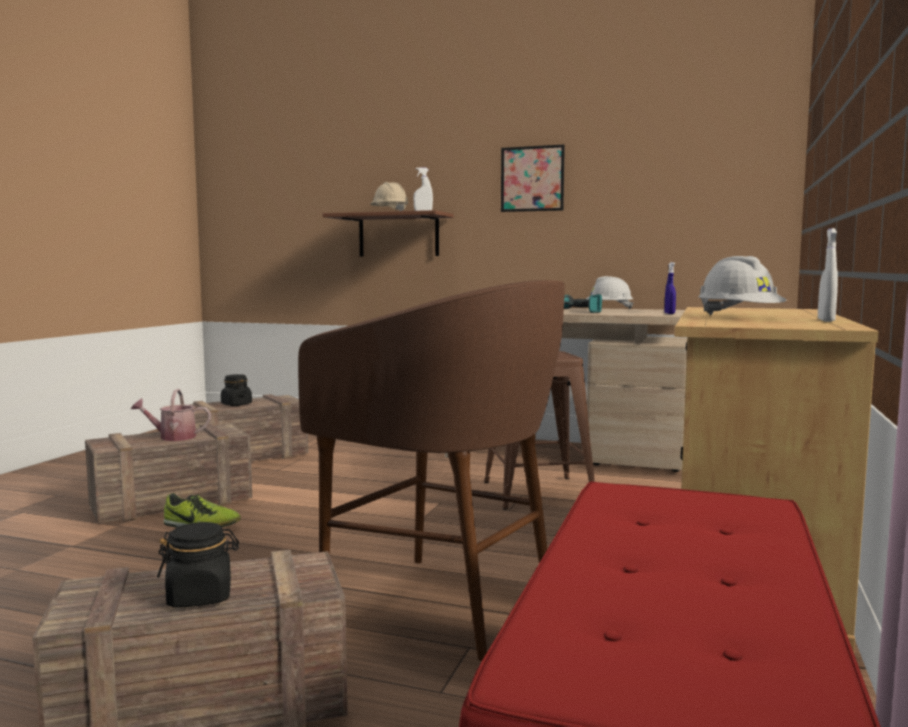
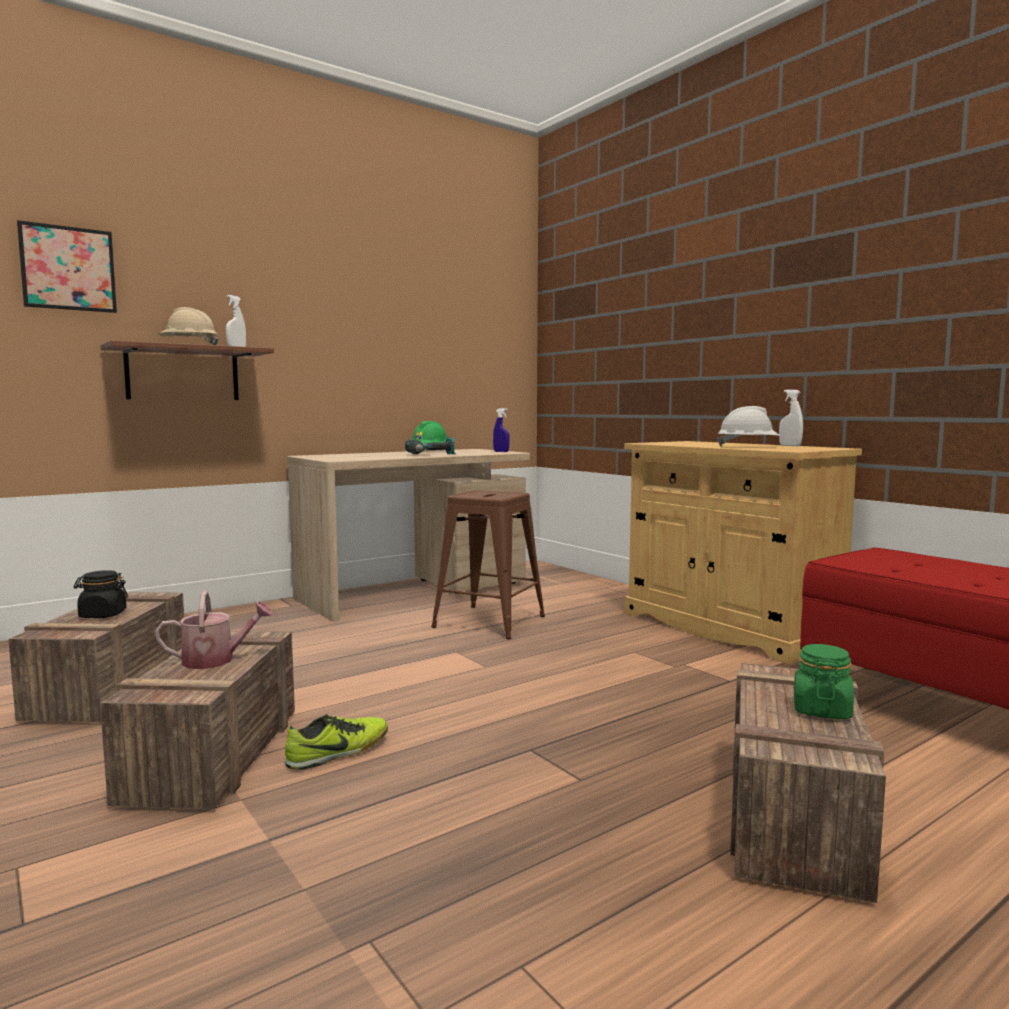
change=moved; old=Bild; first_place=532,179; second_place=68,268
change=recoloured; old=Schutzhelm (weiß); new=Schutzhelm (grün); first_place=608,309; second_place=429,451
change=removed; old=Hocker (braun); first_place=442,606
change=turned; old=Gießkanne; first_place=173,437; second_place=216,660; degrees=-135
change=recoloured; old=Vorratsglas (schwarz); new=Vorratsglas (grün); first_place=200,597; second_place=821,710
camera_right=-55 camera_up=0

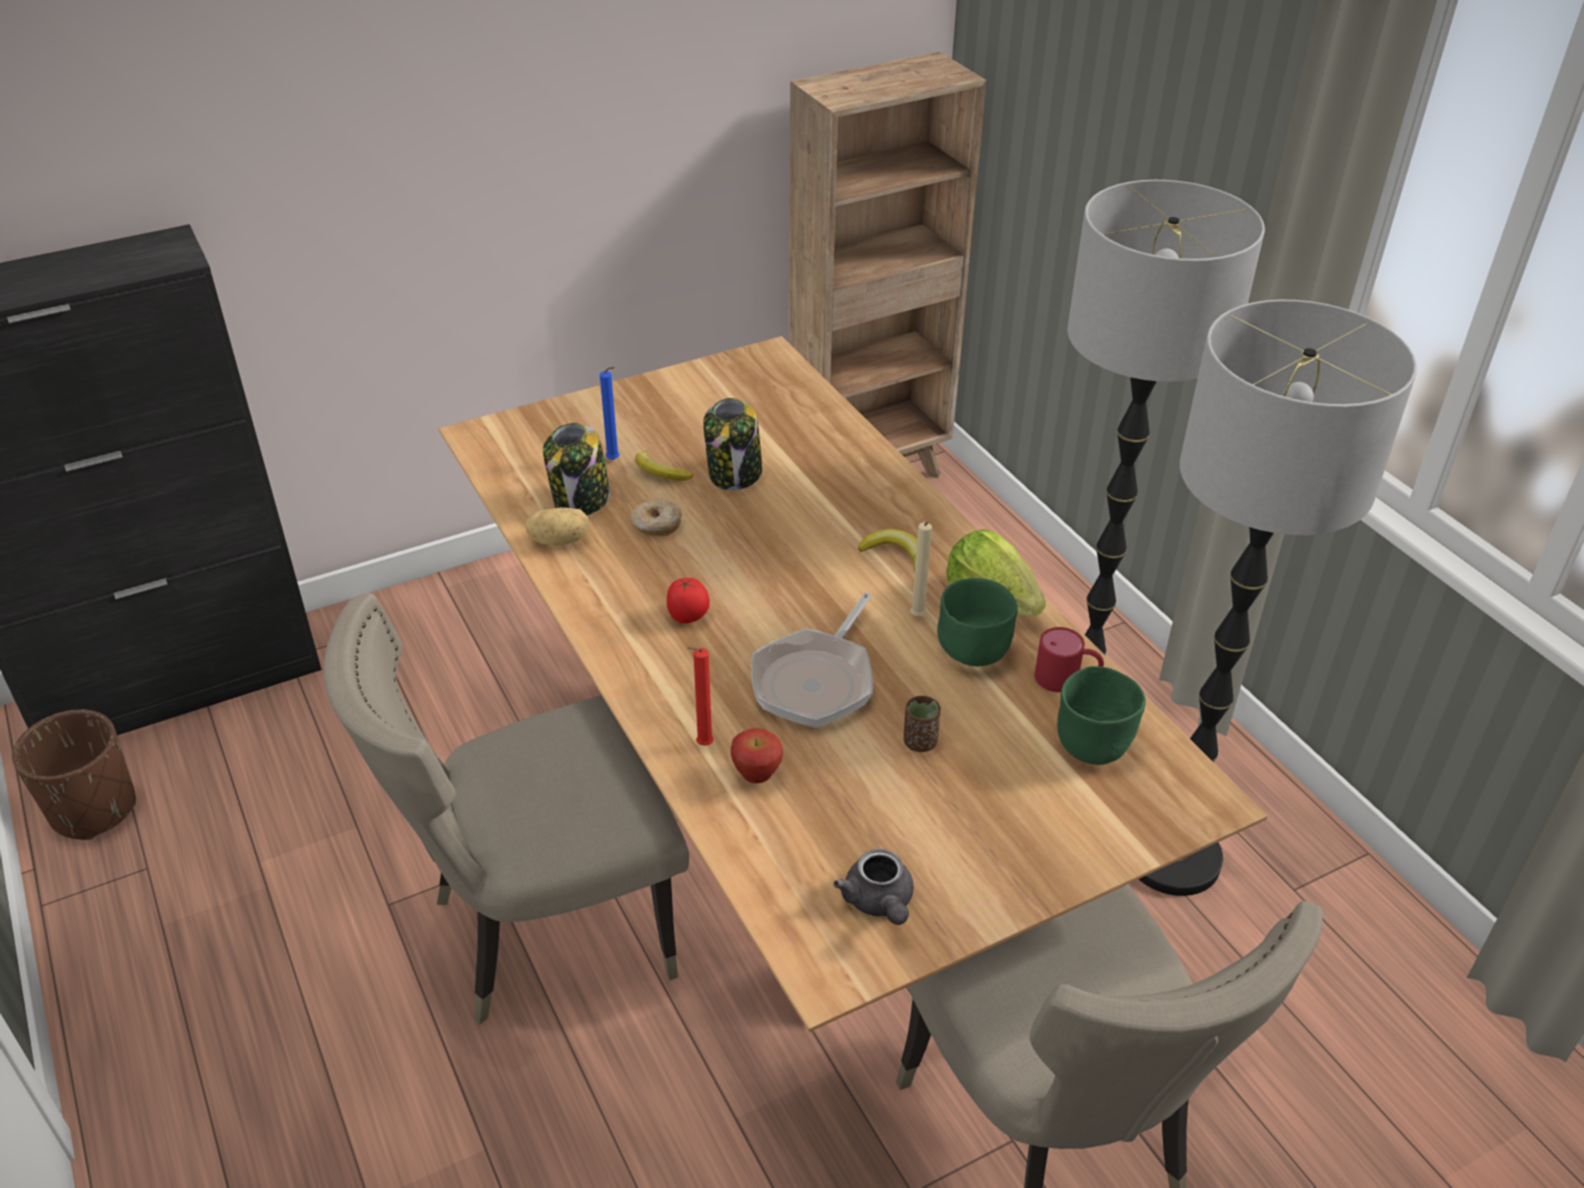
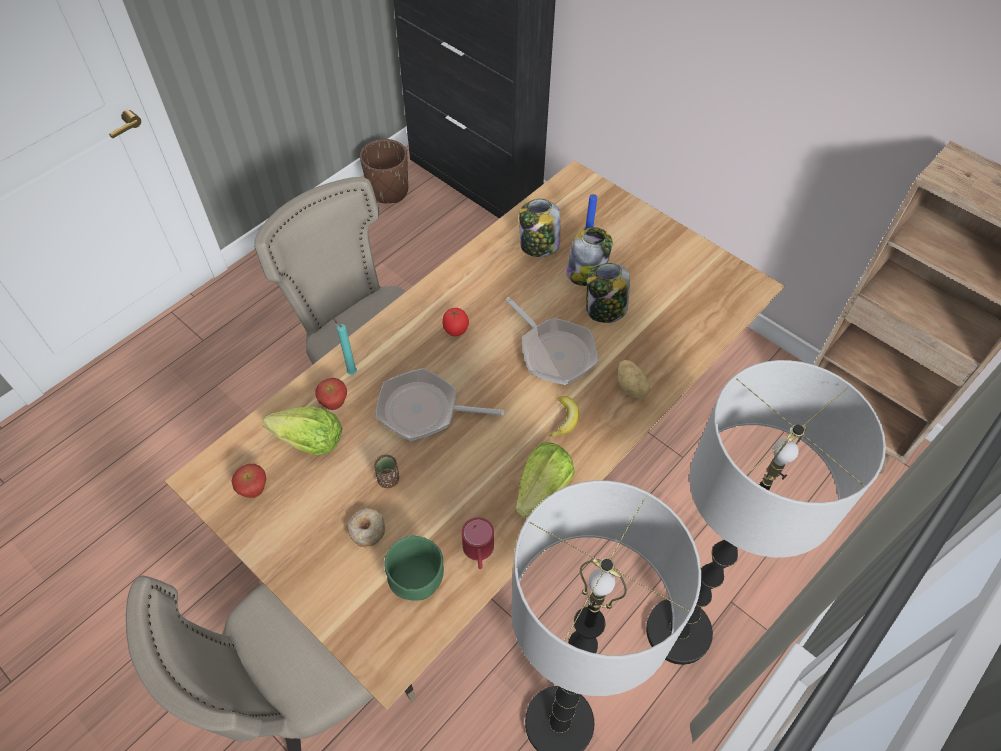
change=replaced; old=Banane; new=Vorratsglas; first_place=660,473; second_place=586,272
change=moved; old=Donut; first_place=656,525; second_place=367,530
change=moved; old=Kartoffel; first_place=559,540; second_place=632,386
change=removed; old=Kerze (beige); first_place=917,618
change=removed; old=Schüssel (grün); first_place=973,654
change=recoloured; old=Kerze (rot); new=Kerze (türkis); first_place=702,745; second_place=351,371
change=replaced; old=Teekanne (grau); new=Apfel; first_place=879,903; second_place=254,490
change=added; new=Pfanne; second_place=554,352
change=added; new=Salatkopf; second_place=309,441
camera_right=70 camera_up=15

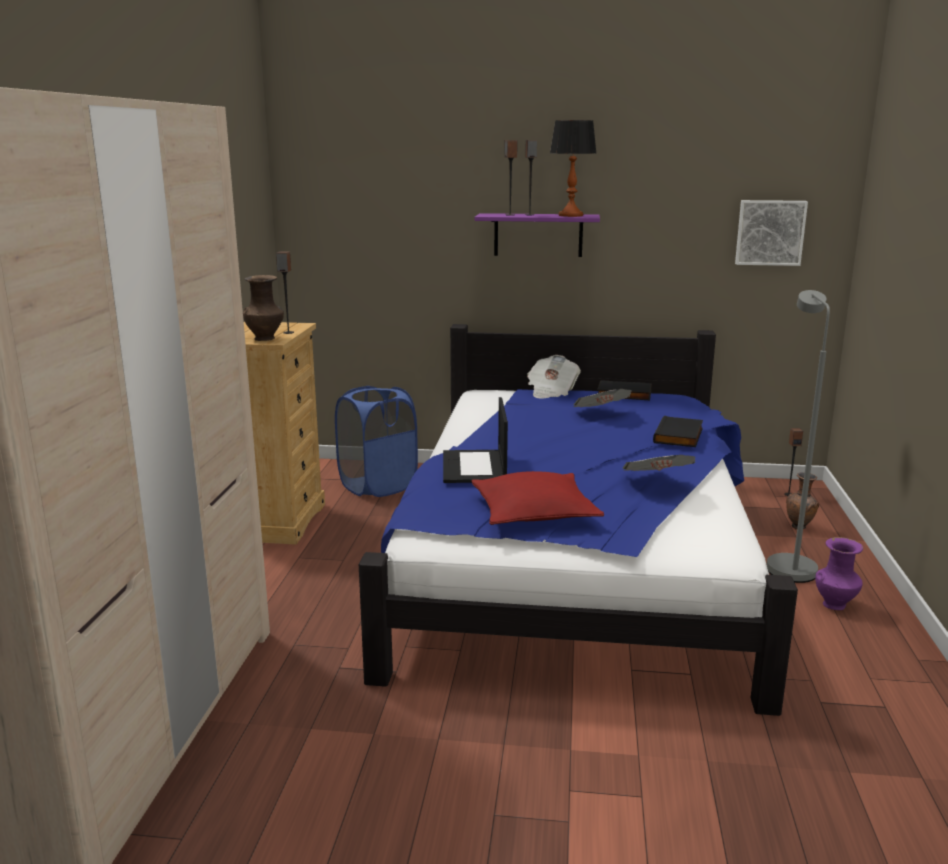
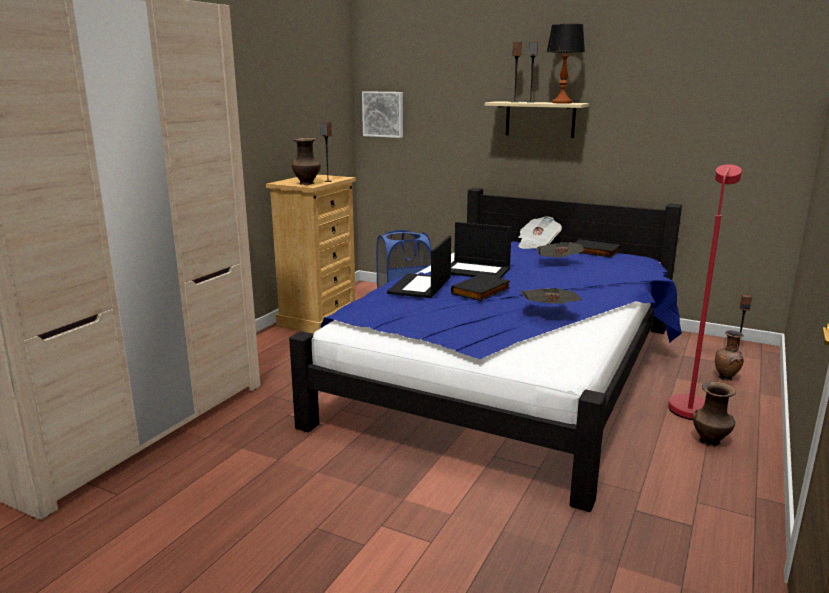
change=moved; old=Bild; first_place=770,232; second_place=383,114
change=recoloured; old=Wandregal (lila); new=Wandregal (beige); first_place=538,235; second_place=540,119
change=recoloured; old=Stehlampe (grau); new=Stehlampe (rot); first_place=788,564; second_place=691,405
change=moved; old=Buch (schwarz); first_place=680,436; second_place=481,291
change=removed; old=Kissen (rot); first_place=534,513
change=recoloured; old=Vase (lila); new=Vase (braun); first_place=835,605; second_place=710,441
change=added; new=Laptop; second_place=476,270
camera_right=20 camera_up=0

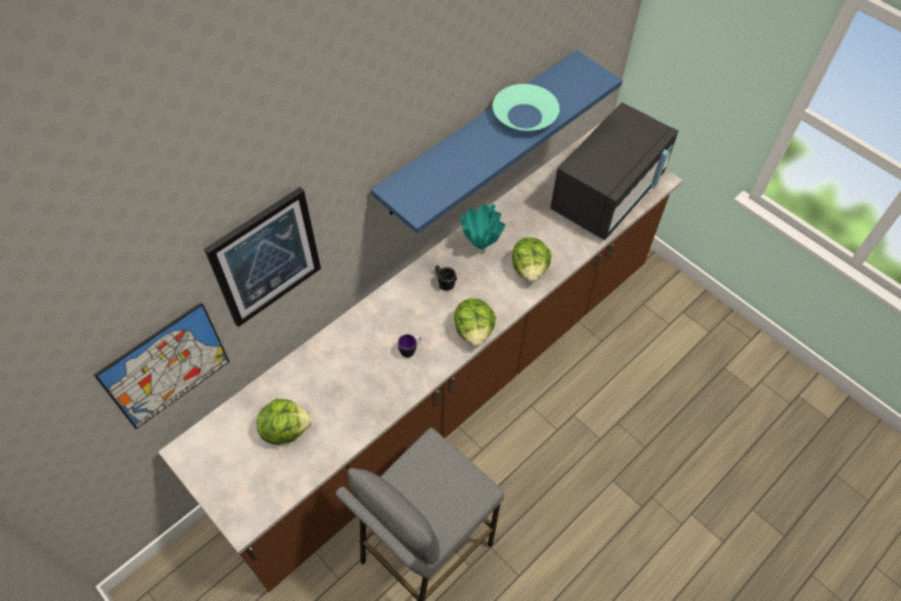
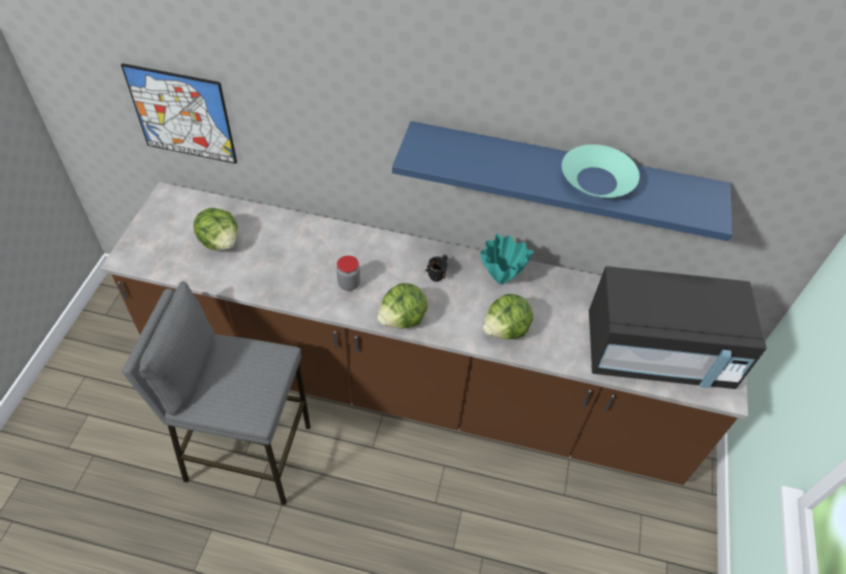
change=removed; old=Bild; first_place=266,257
change=replaced; old=Henkelbecher; new=Vorratsglas; first_place=410,350; second_place=349,284
camera_right=55 camera_up=-5

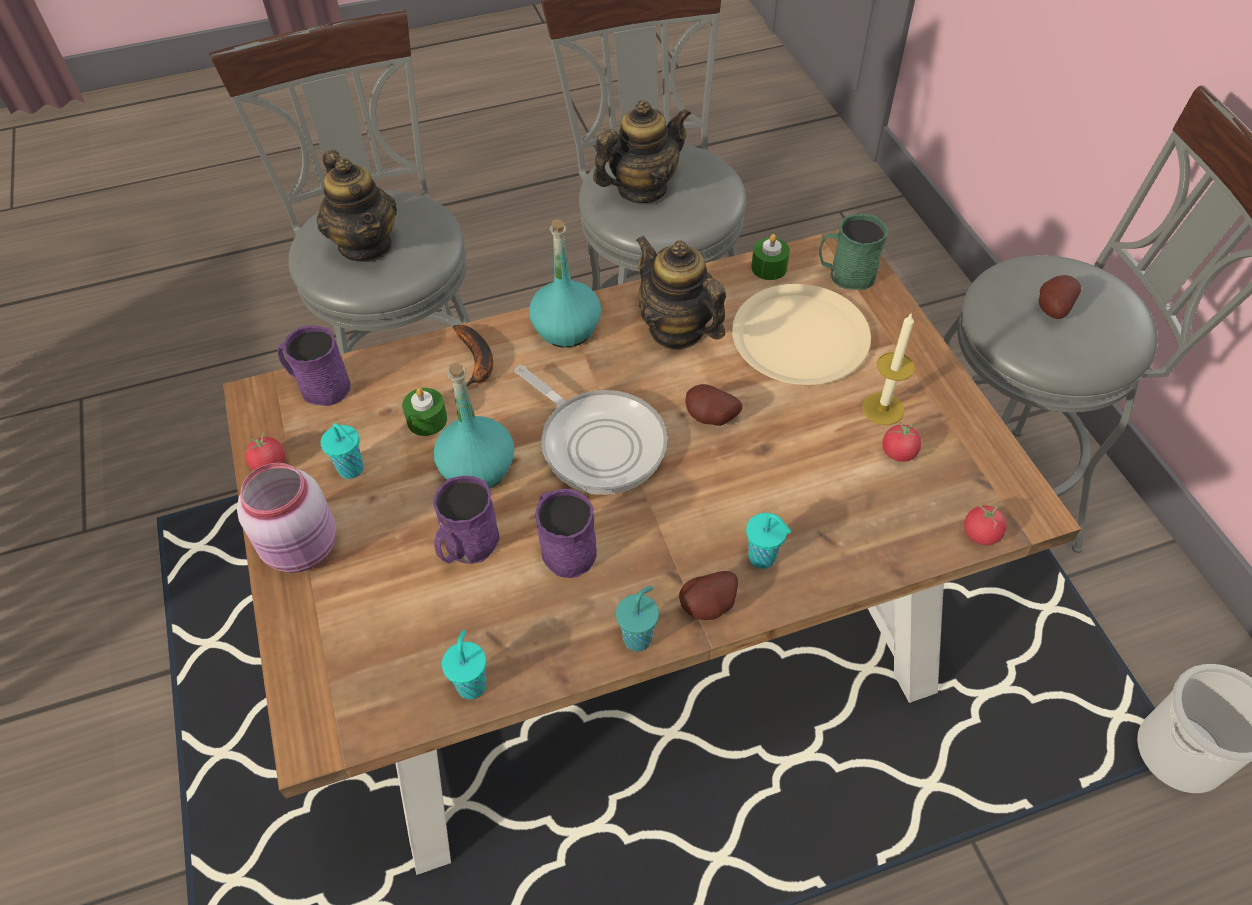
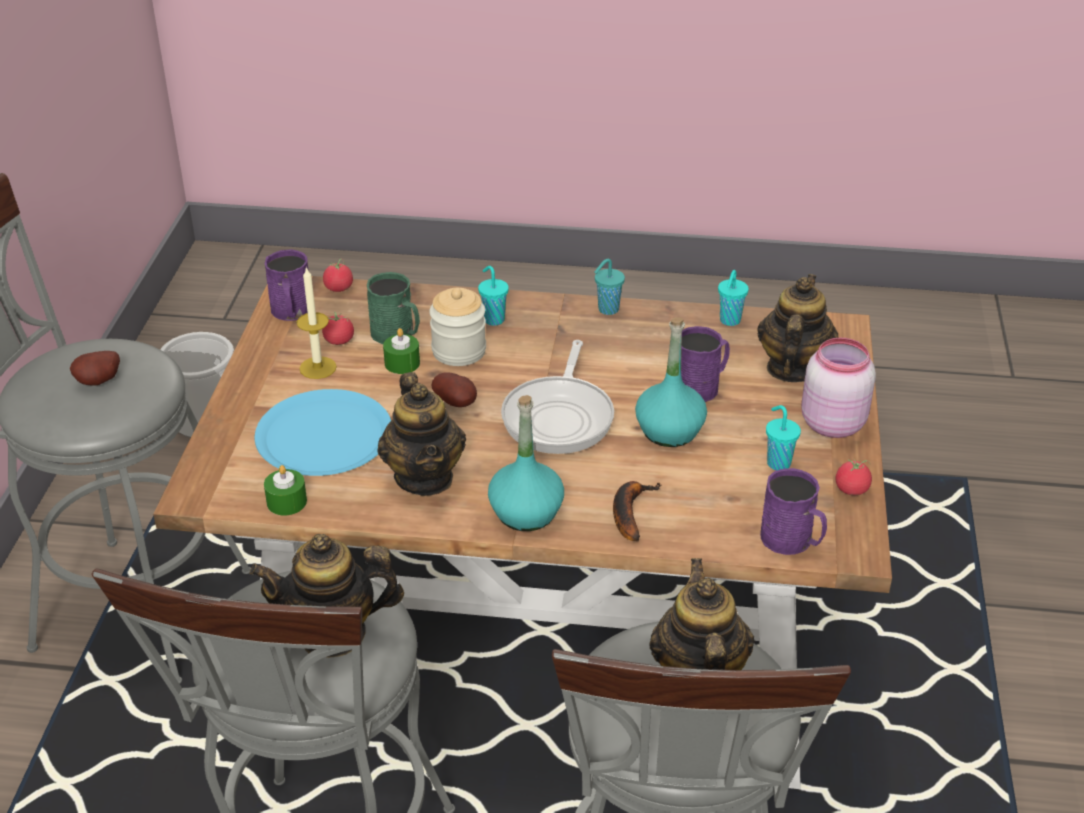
change=moved; old=Henkelbecher (grün); first_place=845,274; second_place=397,334
change=recoloured; old=Teller (beige); new=Teller (blau); first_place=800,336; second_place=324,435
change=turned; old=Pfanne; first_place=598,442; second_place=560,417; degrees=-150
change=moved; old=Kerze (grün); first_place=427,420; second_place=402,363
change=moved; old=Henkelbecher (lila); first_place=564,547; second_place=291,312
change=removed; old=Kartoffel; first_place=710,607
change=added; new=Teekanne; second_place=792,368
change=added; new=Vorratsglas; second_place=459,351
camera_right=-155 camera_up=-15

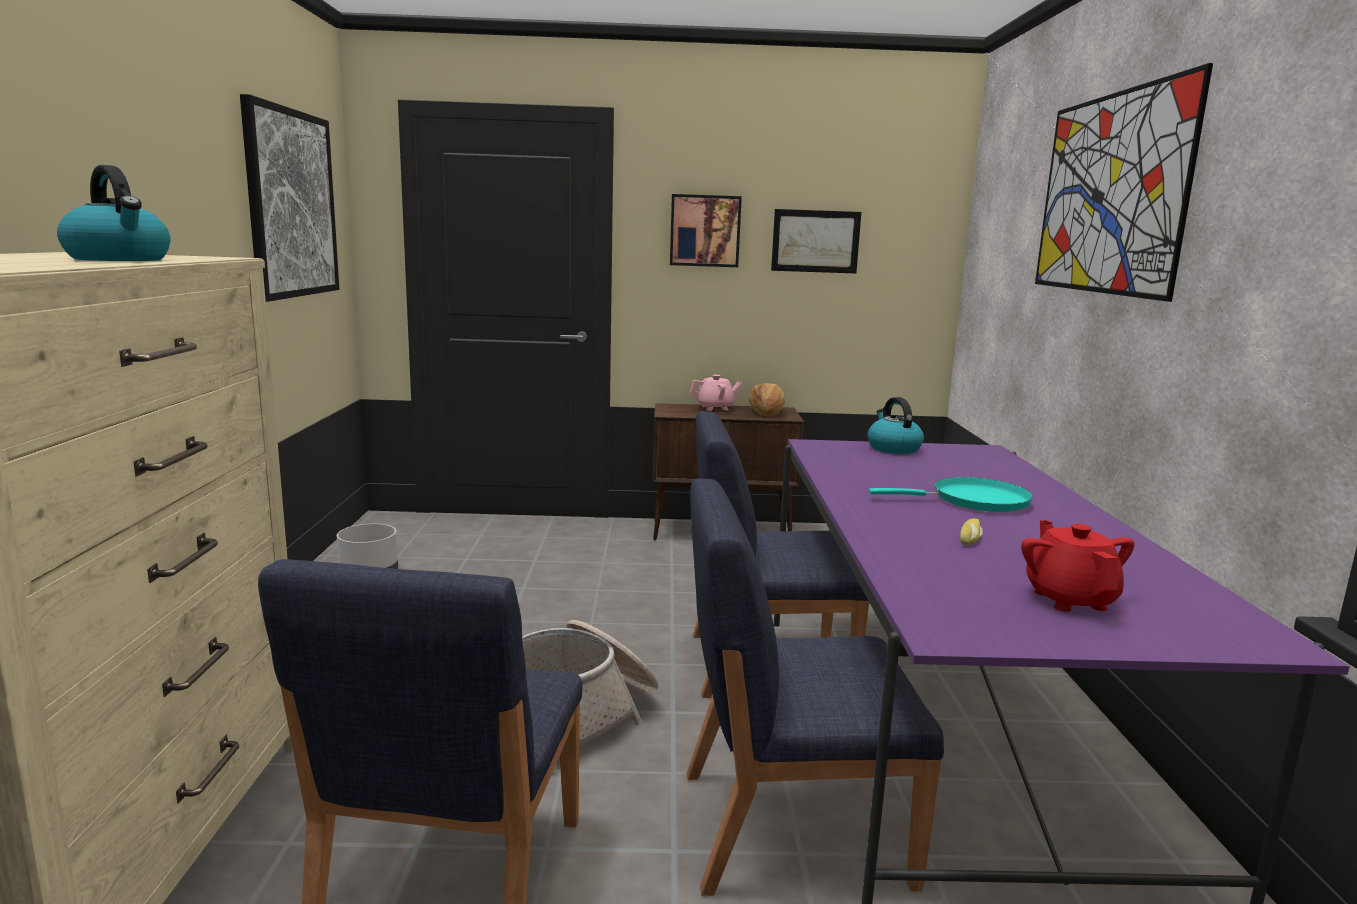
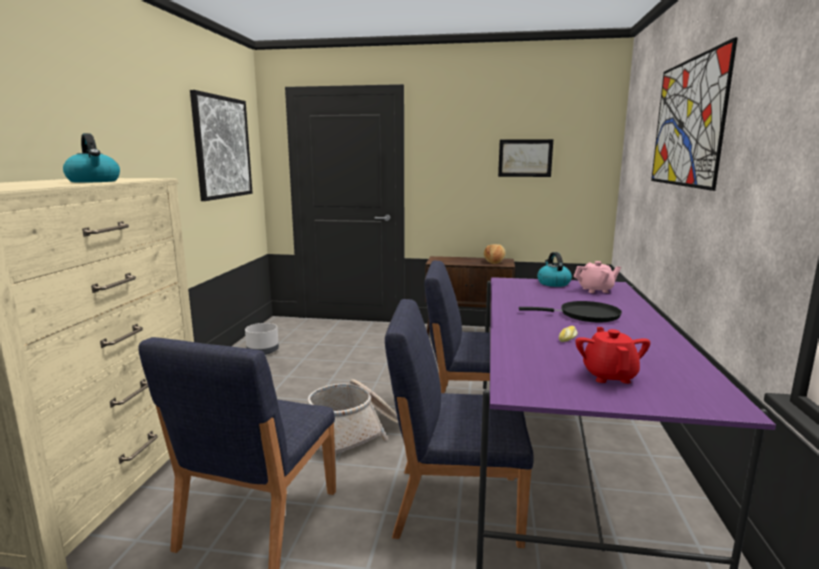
change=removed; old=Bild; first_place=705,231
change=moved; old=Teekanne (rosa); first_place=715,408; second_place=596,290
change=recoloured; old=Pfanne (türkis); new=Pfanne (schwarz); first_place=973,500; second_place=585,315
camera_right=10 camera_up=0

